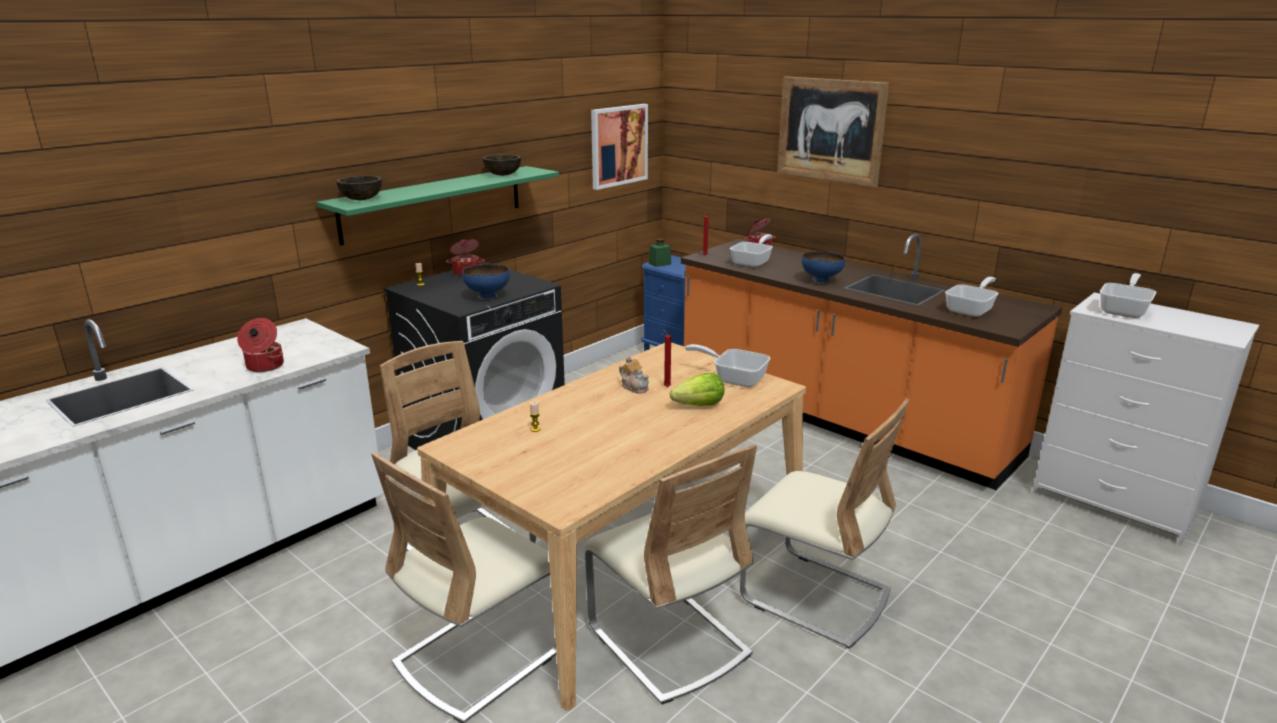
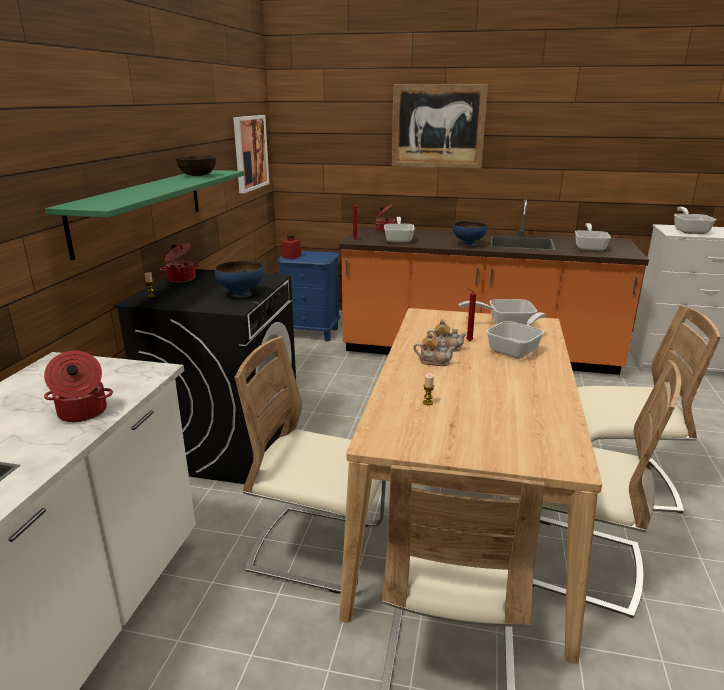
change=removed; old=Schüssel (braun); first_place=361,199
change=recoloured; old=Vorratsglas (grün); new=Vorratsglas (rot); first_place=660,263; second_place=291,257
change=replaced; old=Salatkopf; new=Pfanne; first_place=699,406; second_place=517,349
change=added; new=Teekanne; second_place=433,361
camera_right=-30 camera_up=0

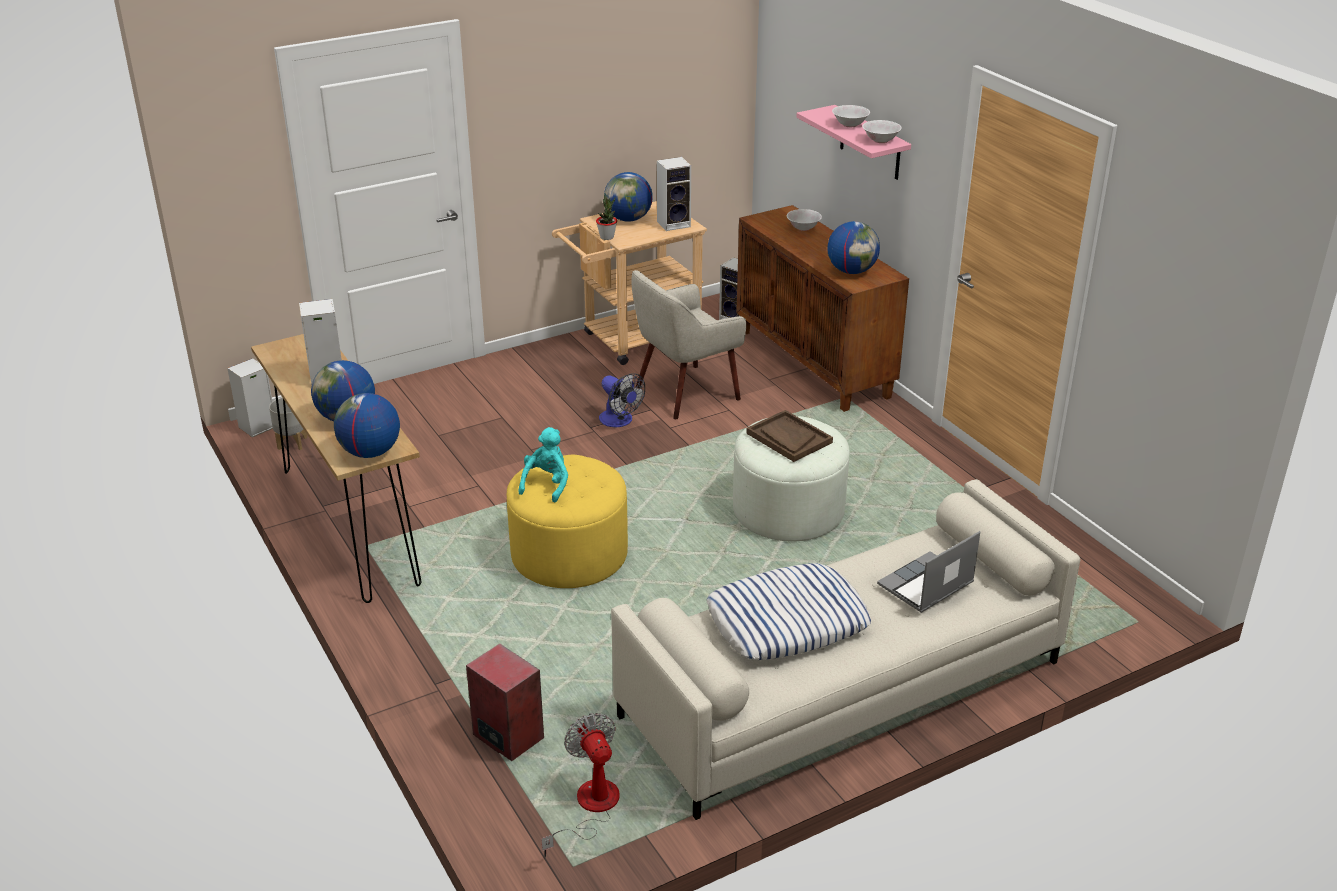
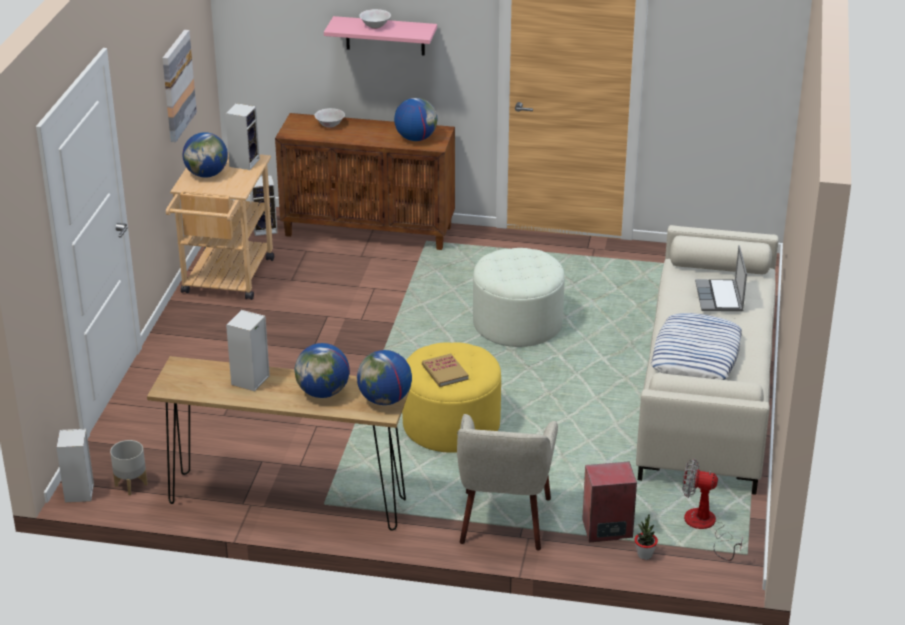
change=removed; old=Schüssel (weiß); first_place=881,140
change=moved; old=Topfpflanze; first_place=607,237; second_place=644,555
change=moved; old=Sessel (beige); first_place=685,392; second_place=503,521
change=removed; old=Ventilator; first_place=620,421
change=removed; old=Tablett (braun); first_place=789,438
change=replaced; old=Plüschtier (türkis); new=Buch; first_place=547,484; second_place=445,372
change=added; new=Bild; second_place=177,85
camera_right=-50 camera_up=0

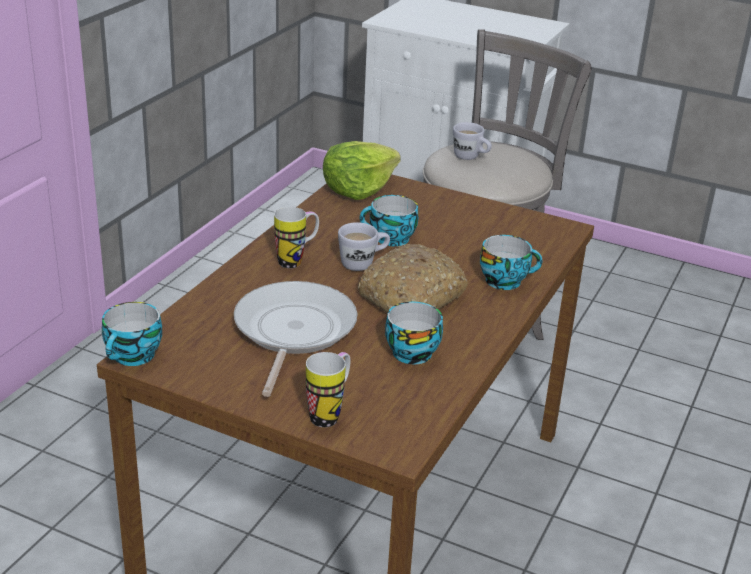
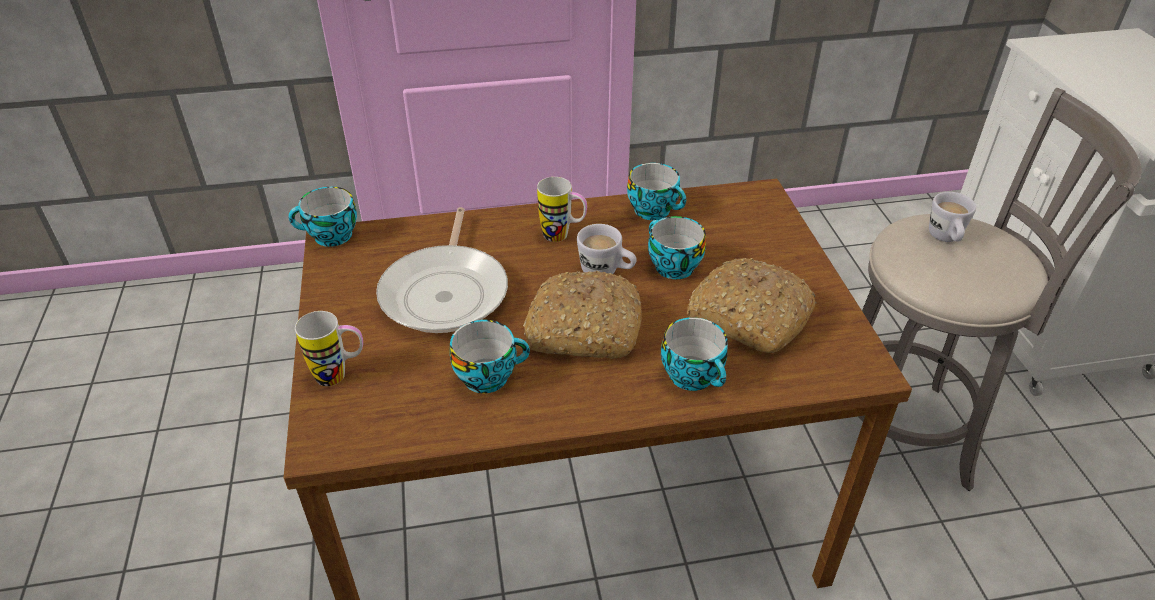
change=removed; old=Salatkopf; first_place=358,189
change=turned; old=Pfanne; first_place=292,332; second_place=446,292; degrees=120
change=added; new=Tasse; second_place=655,210
change=added; new=Brot; second_place=748,317
camera_right=55 camera_up=10

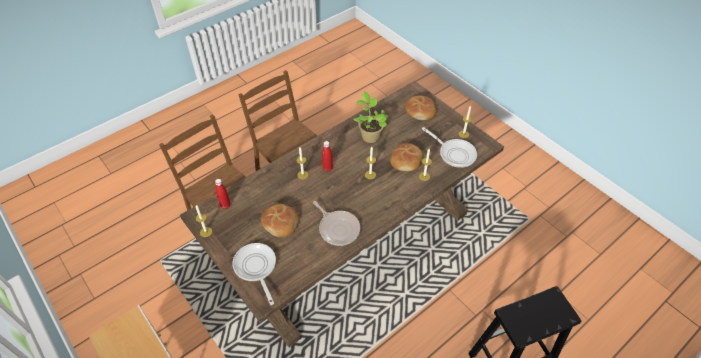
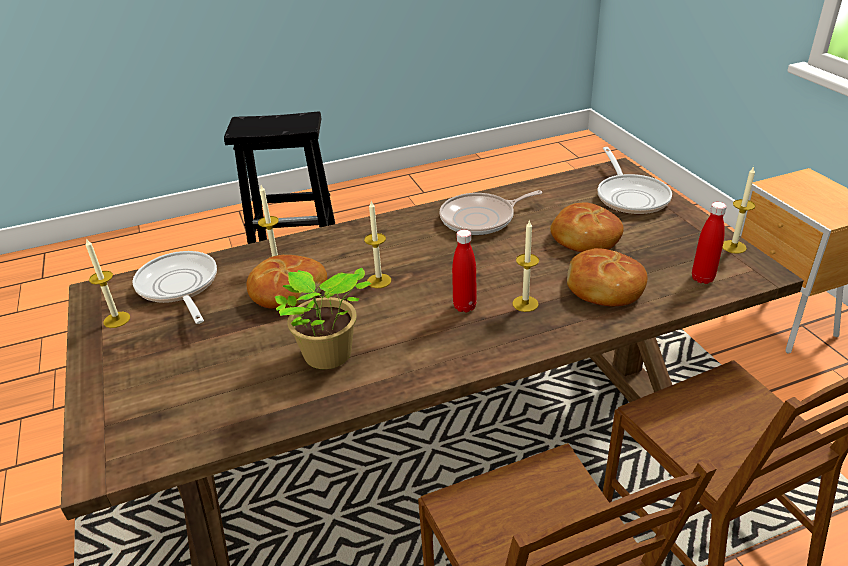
change=moved; old=Brot; first_place=420,111; second_place=604,288
change=turned; old=Pfanne; first_place=338,228; second_place=481,219; degrees=-90
camera_right=-160 camera_up=-15

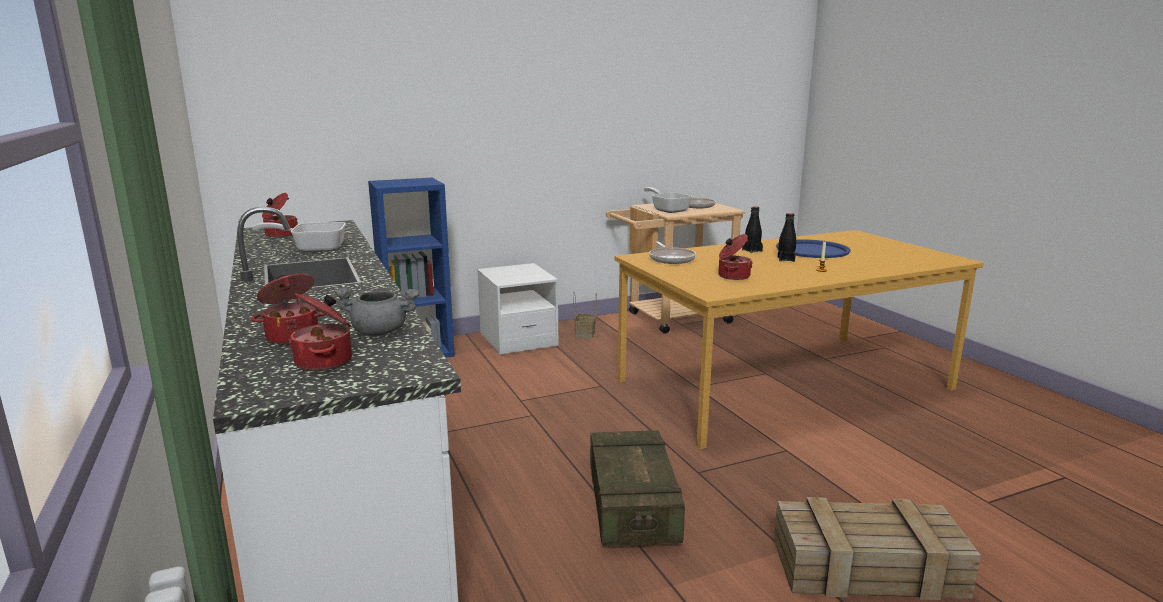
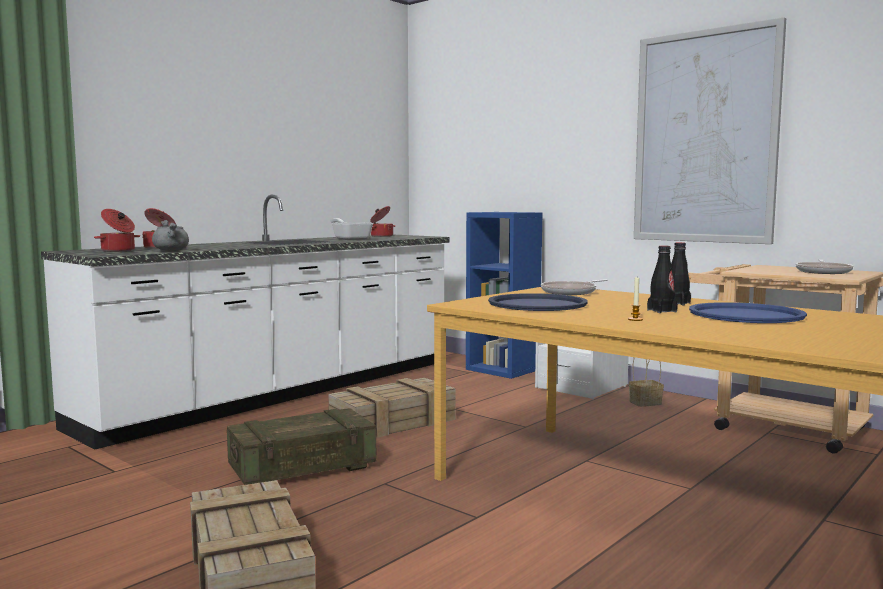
change=removed; old=Pfanne; first_place=668,210
change=replaced; old=Kochtopf; new=Tablett (blau); first_place=733,276; second_place=537,304
change=added; new=Bild; second_place=705,137
change=added; new=Kiste; second_place=394,422
camera_right=65 camera_up=-10

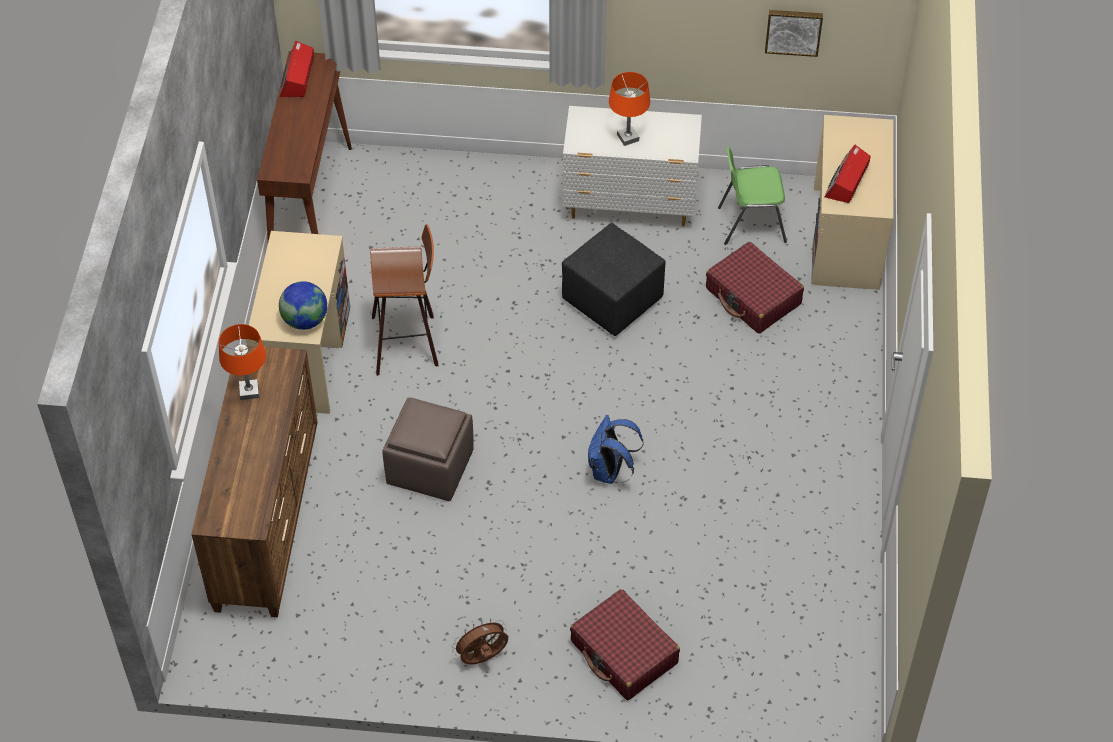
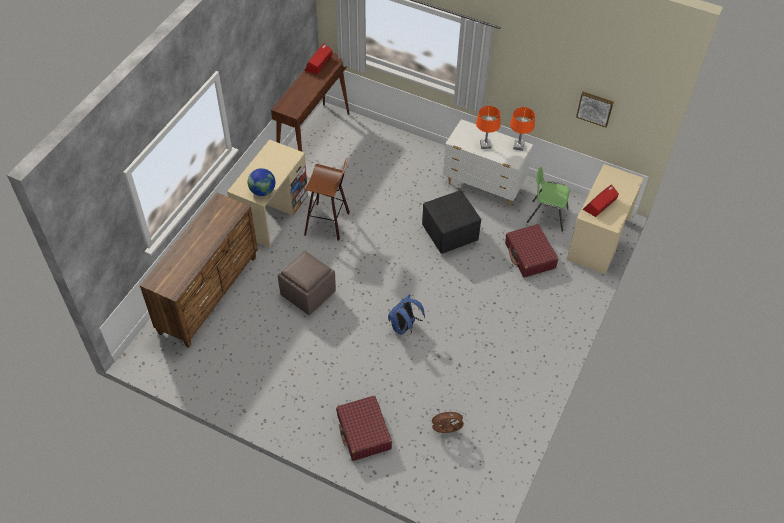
change=moved; old=Tischlampe (orange); first_place=249,391; second_place=518,146
change=moved; old=Ventilator (braun); first_place=482,658; second_place=446,431
camera_right=20 camera_up=0

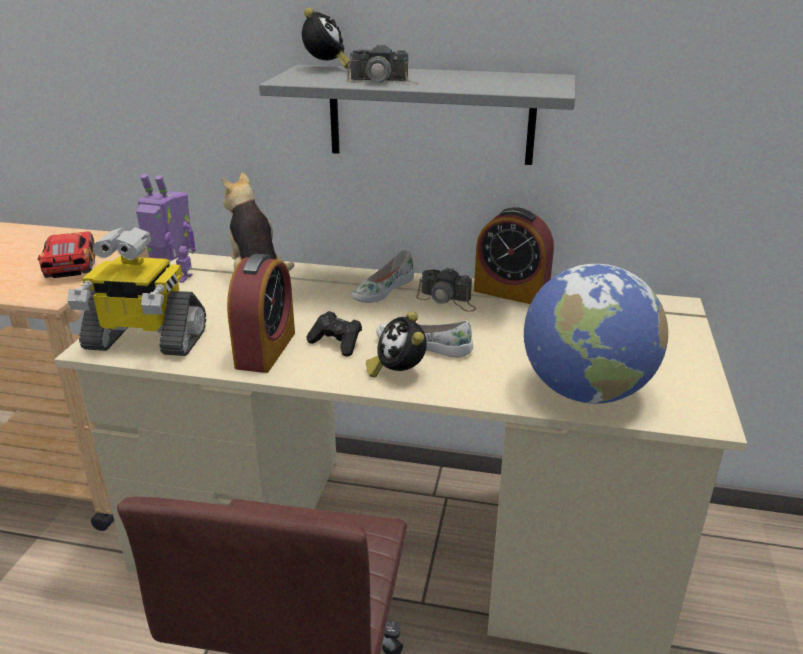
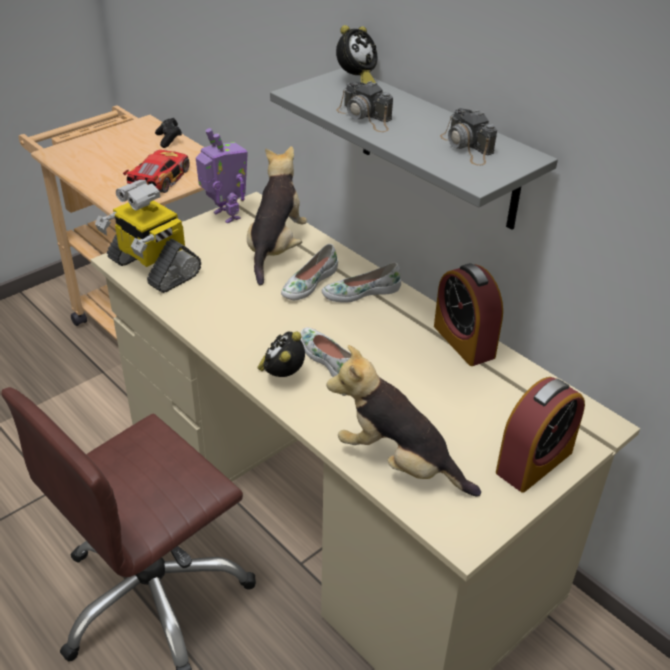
change=moved; old=Wecker; first_place=266,349; second_place=534,462
change=replaced; old=Globus; new=Plüschtier; first_place=585,392; second_place=398,463
change=moved; old=Kamera; first_place=447,300; second_place=467,147
change=moved; old=Gamepad (schwarz); first_place=337,344; second_place=169,140
change=added; new=Schuh (weiß); second_place=308,283
camera_right=35 camera_up=10

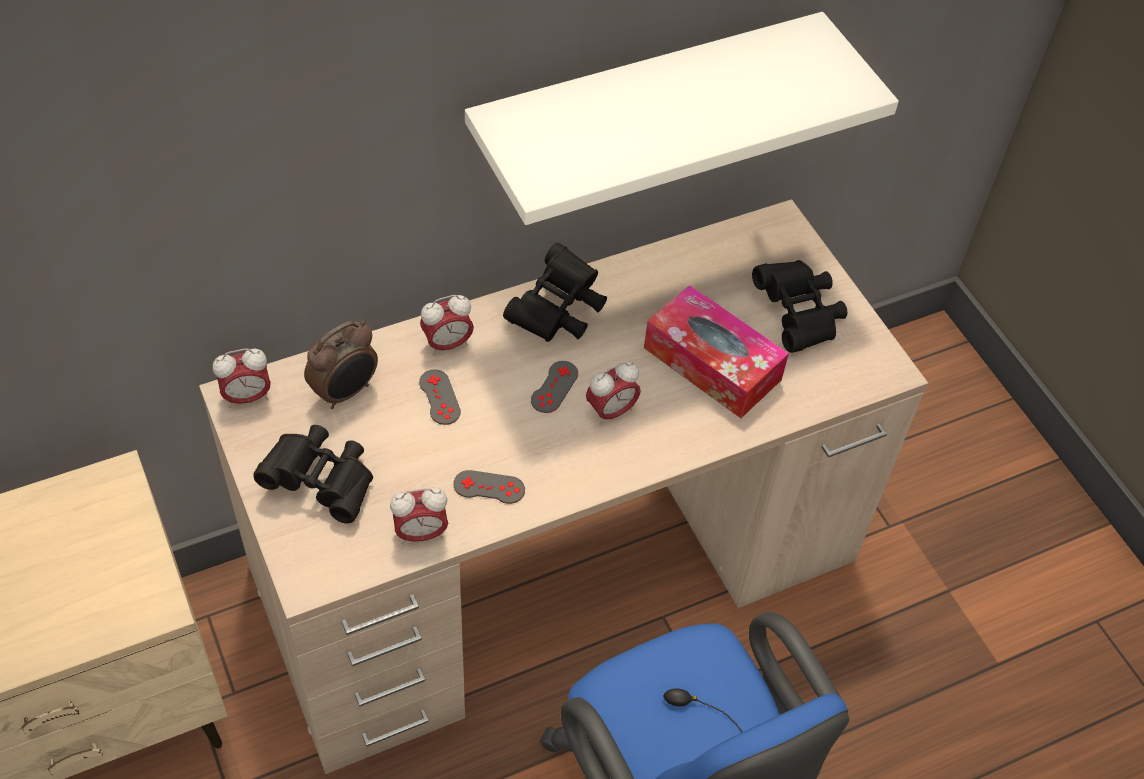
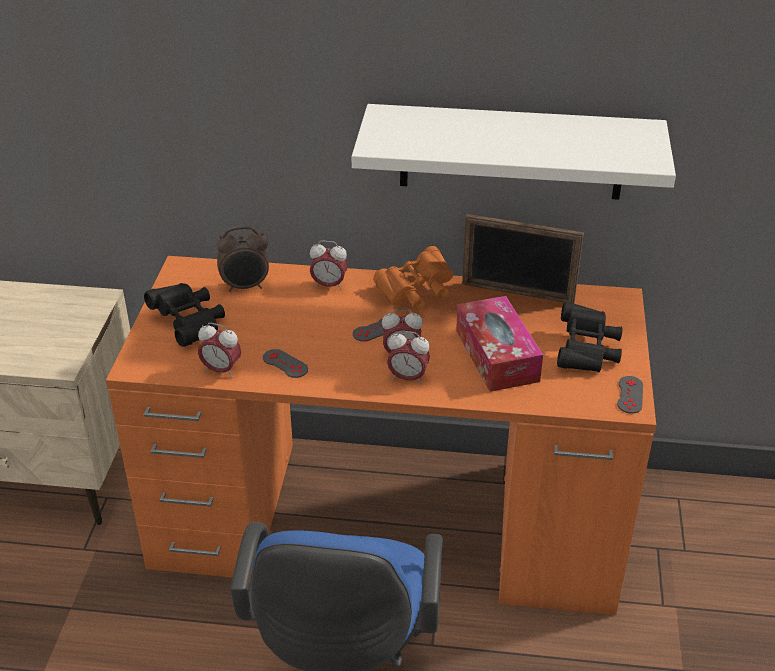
change=recoloured; old=Schreibtisch (beige); new=Schreibtisch (orange); first_place=558,565; second_place=389,520
change=recoloured; old=Fernglas (schwarz); new=Fernglas (orange); first_place=558,311; second_place=416,292
change=moved; old=Wecker; first_place=247,397; second_place=408,378
change=moved; old=Gamepad (grau); first_place=439,397; second_place=630,395
change=added; new=Bilderrahmen; second_place=517,293
camera_right=35 camera_up=-15

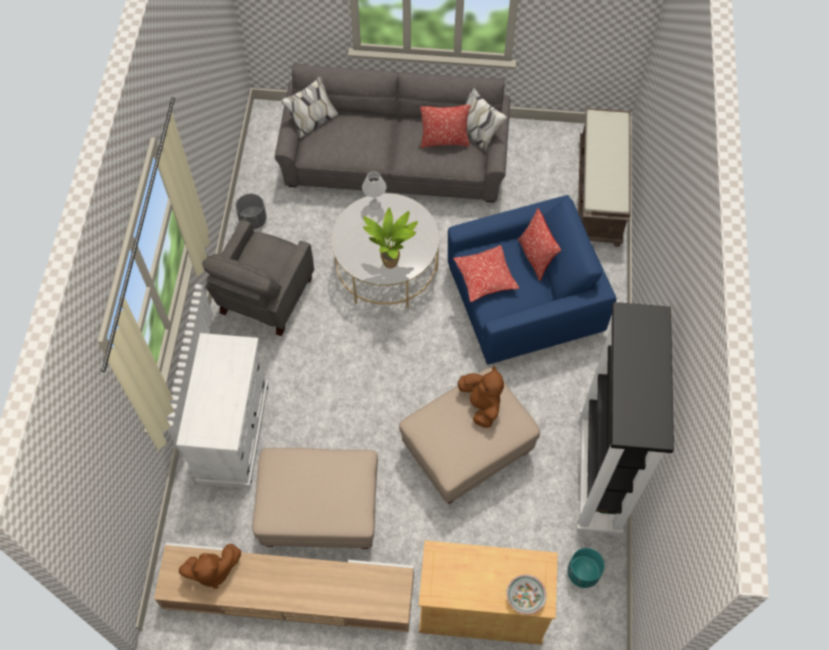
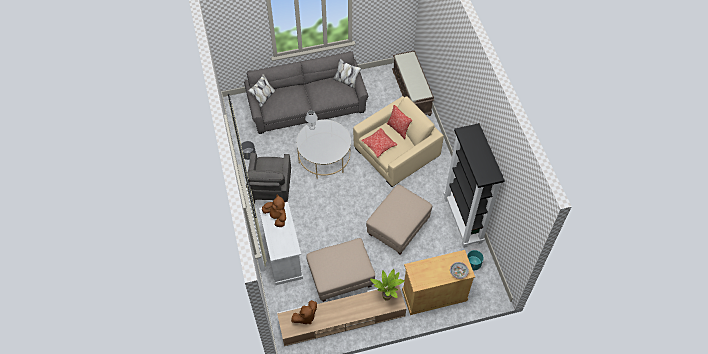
change=removed; old=Kissen; first_place=444,141
change=recoloured; old=Sessel (blau); new=Sessel (beige); first_place=524,299; second_place=396,152
change=moved; old=Topfpflanze; first_place=392,262; second_place=387,296
change=moved; old=Plüschtier (braun); first_place=481,404; second_place=276,217
camera_right=-20 camera_up=-5

